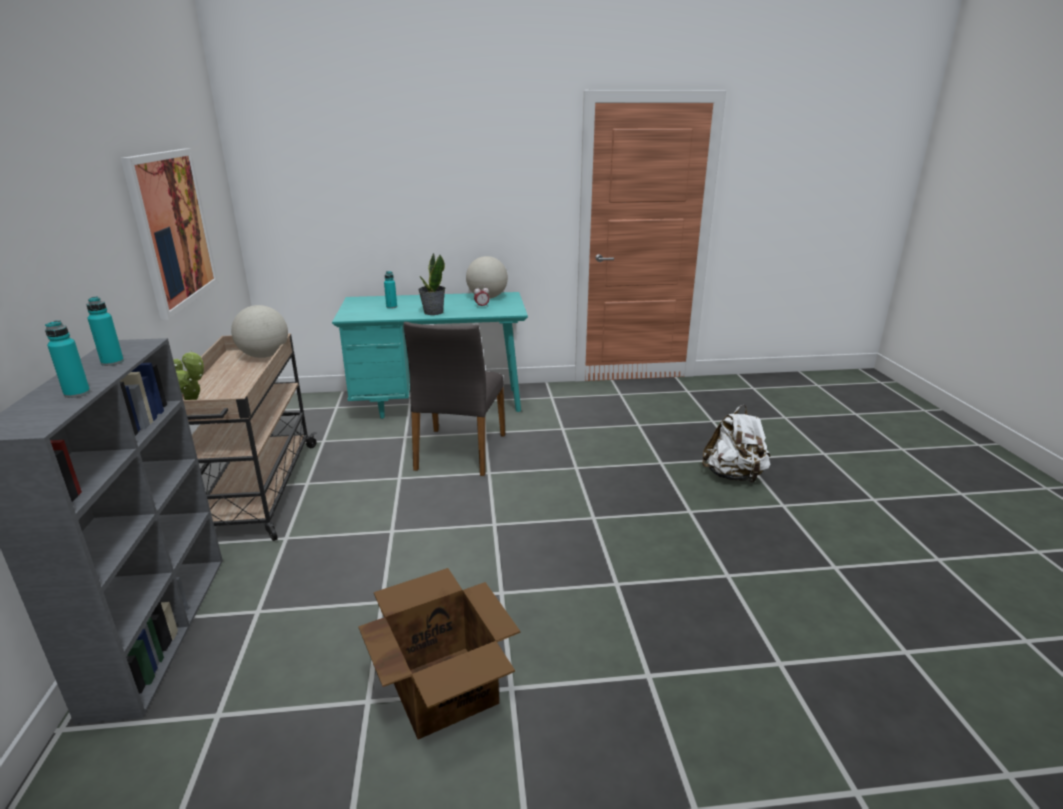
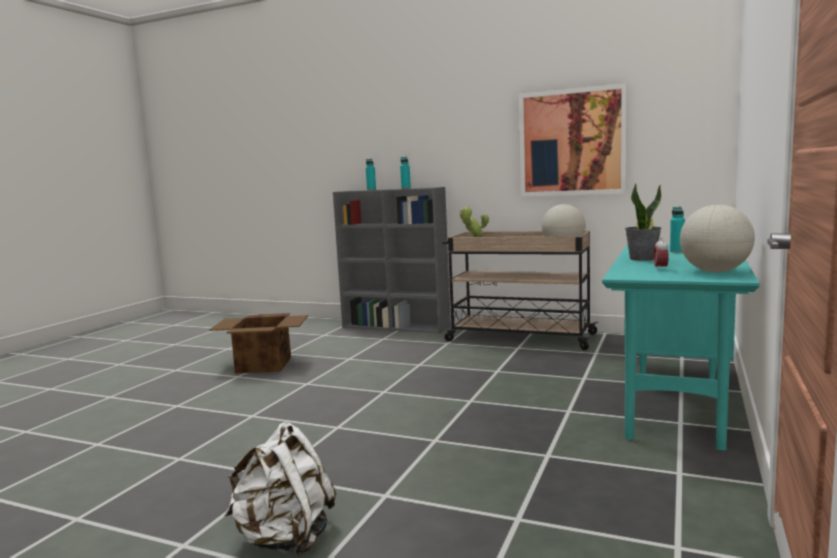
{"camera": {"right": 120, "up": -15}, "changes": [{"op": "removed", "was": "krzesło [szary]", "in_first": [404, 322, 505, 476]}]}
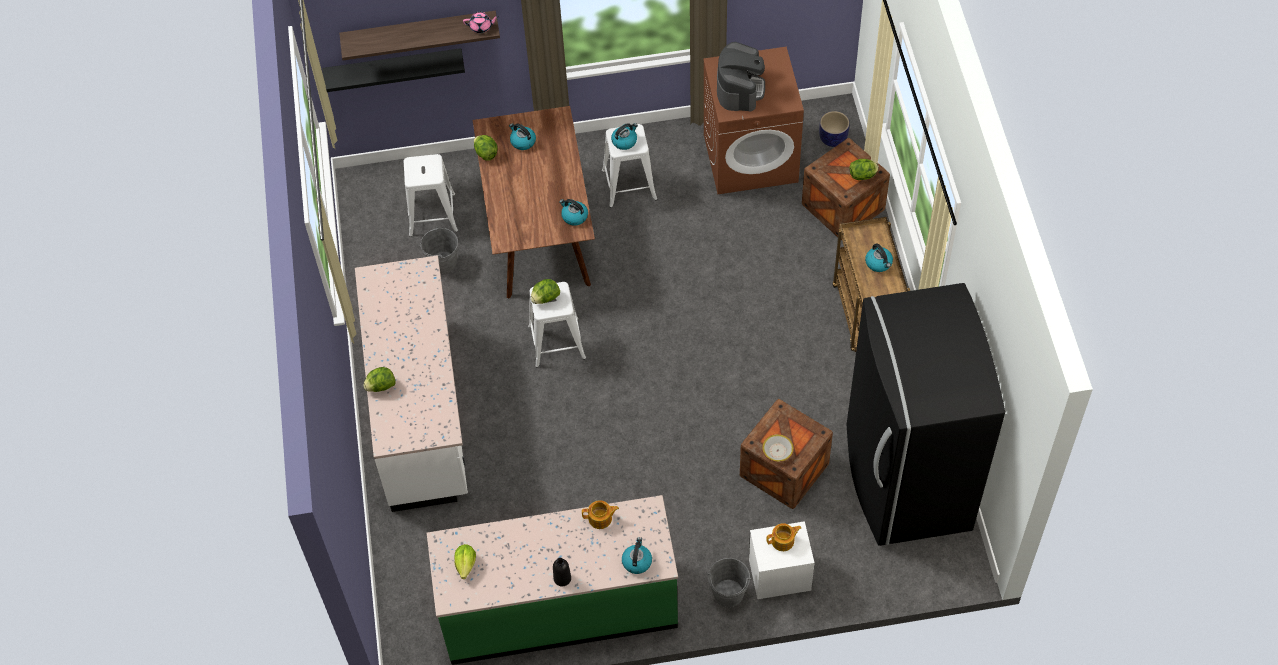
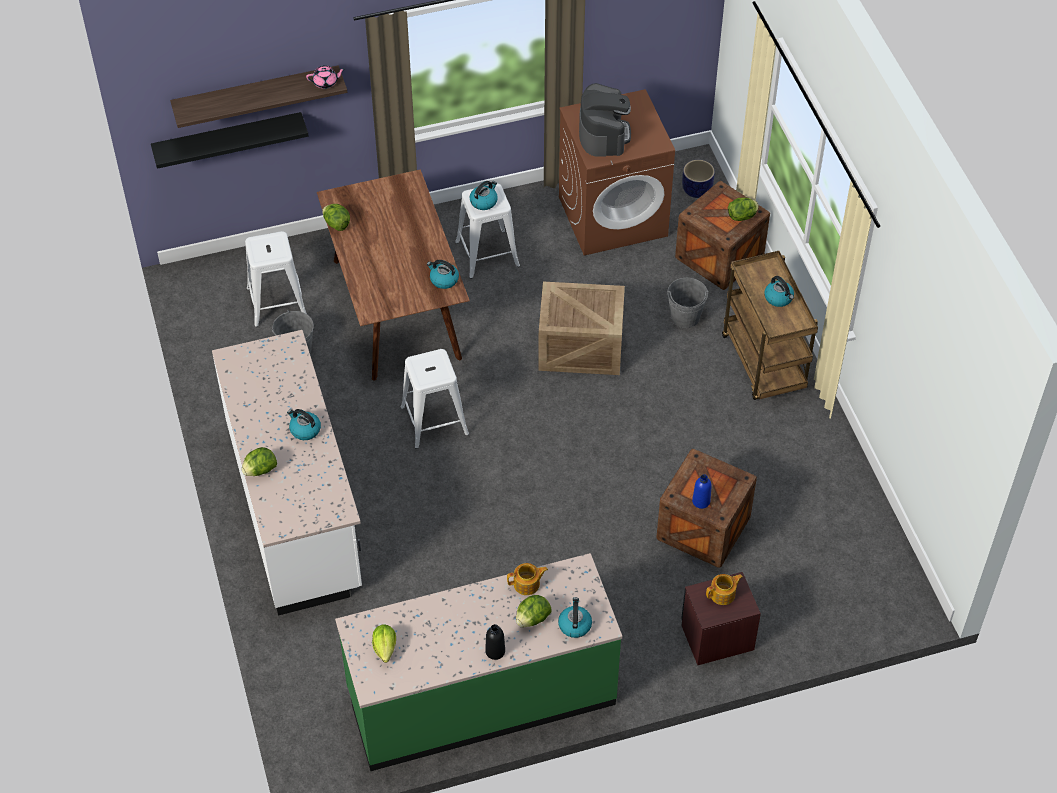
{"camera": {"right": -10, "up": -5}, "changes": [{"op": "moved", "was": "czajnik", "in_first": [509, 123, 536, 150], "in_second": [287, 409, 321, 440]}, {"op": "moved", "was": "sałata", "in_first": [531, 279, 560, 304], "in_second": [516, 595, 551, 628]}, {"op": "added", "now": "skrzynka", "in_second": [538, 281, 625, 375]}, {"op": "moved", "was": "wiadro [szary]", "in_first": [708, 558, 751, 607], "in_second": [667, 278, 709, 328]}, {"op": "recoloured", "was": "szafka nocna [biały]", "now": "szafka nocna [brązowy]", "in_first": [749, 521, 814, 599], "in_second": [681, 572, 761, 665]}, {"op": "replaced", "was": "miska", "now": "butelka [niebieski]", "in_first": [762, 434, 794, 462], "in_second": [692, 474, 712, 509]}, {"op": "removed", "was": "lodówka [czarny]", "in_first": [847, 283, 1005, 546]}]}
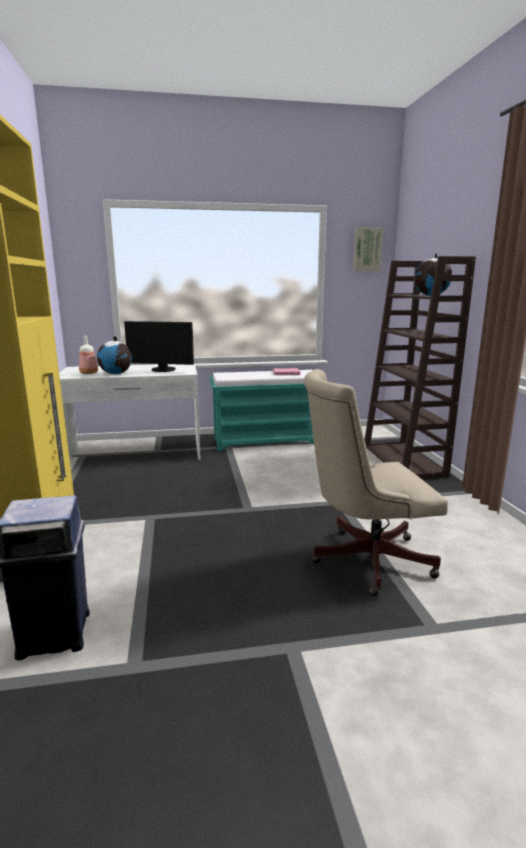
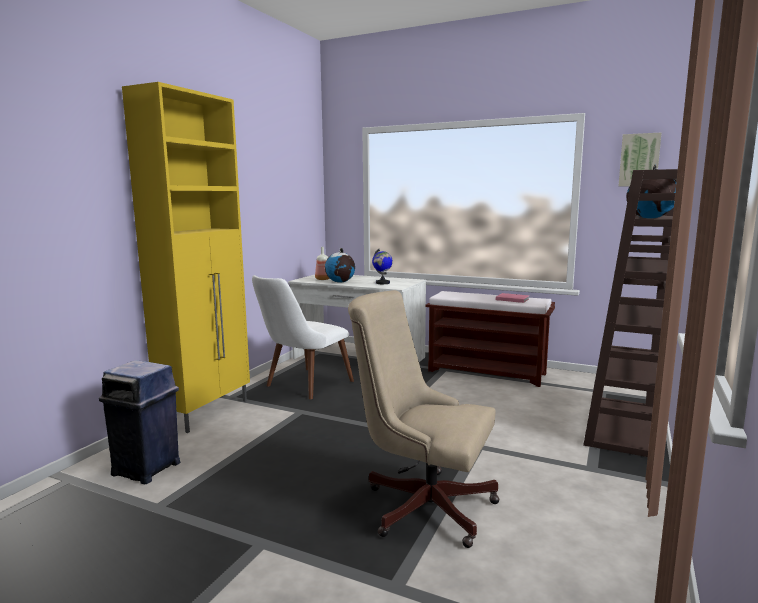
{"camera": {"right": 35, "up": -5}, "changes": [{"op": "added", "now": "krzesło [biały]", "in_second": [252, 275, 354, 399]}, {"op": "replaced", "was": "monitor", "now": "globus", "in_first": [124, 321, 194, 372], "in_second": [372, 248, 393, 284]}, {"op": "recoloured", "was": "ławka [turkusowy]", "now": "ławka [brązowy]", "in_first": [210, 370, 314, 451], "in_second": [425, 291, 555, 387]}]}
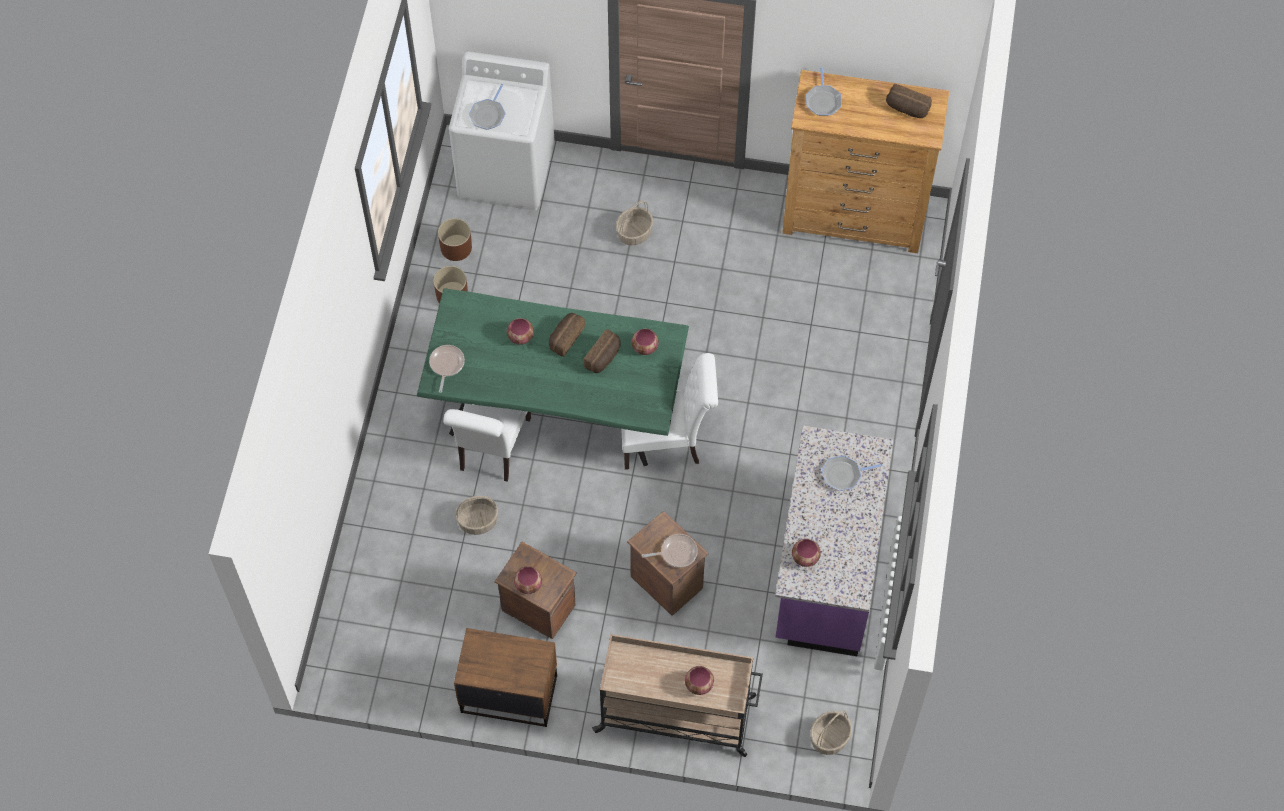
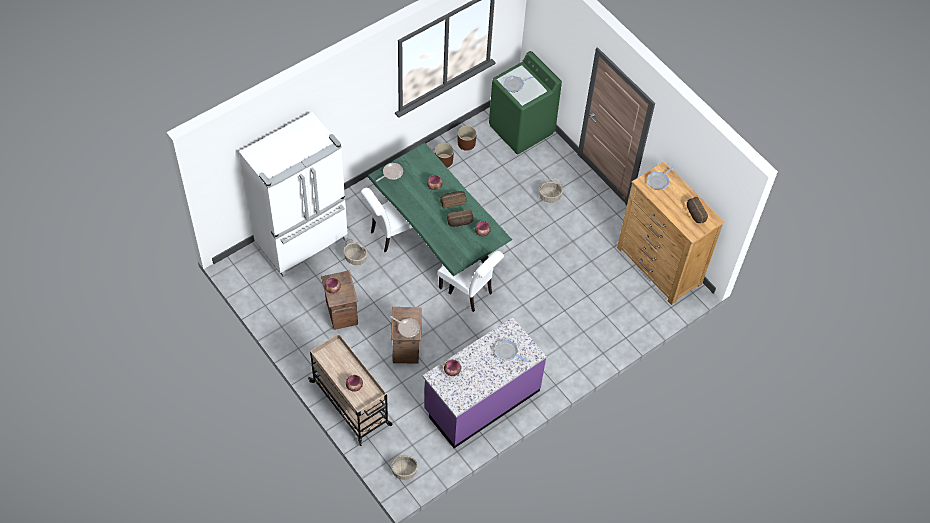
{"camera": {"right": 40, "up": -5}, "changes": [{"op": "added", "now": "lodówka [biały]", "in_second": [239, 112, 348, 277]}, {"op": "recoloured", "was": "pralka [biały]", "now": "pralka [zielony]", "in_first": [449, 51, 554, 211], "in_second": [489, 51, 562, 154]}, {"op": "removed", "was": "szafka nocna [brązowy]", "in_first": [454, 628, 557, 727]}]}
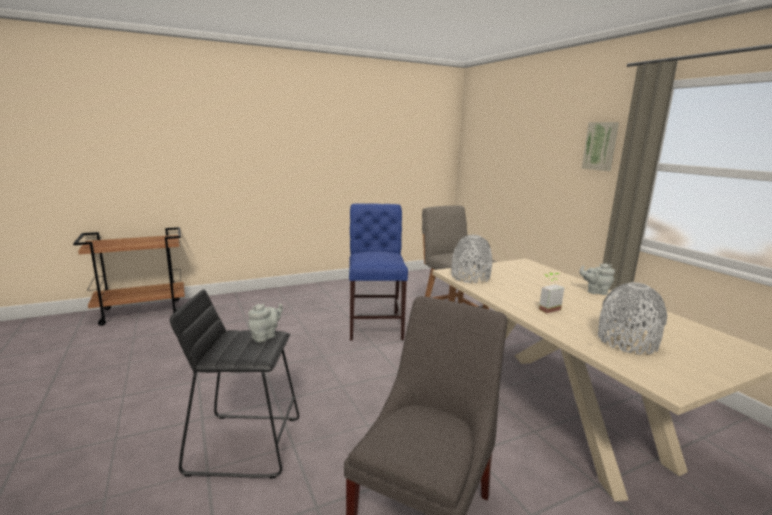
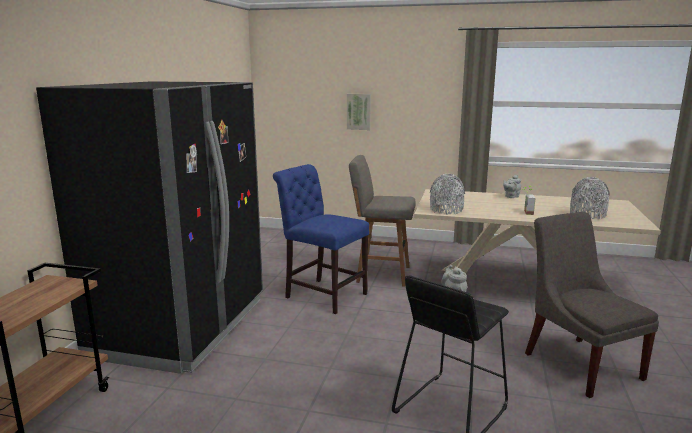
{"camera": {"right": -50, "up": 0}, "changes": [{"op": "added", "now": "lodówka [czarny]", "in_second": [36, 81, 263, 374]}, {"op": "moved", "was": "obraz", "in_first": [582, 122, 619, 171], "in_second": [347, 94, 371, 130]}]}
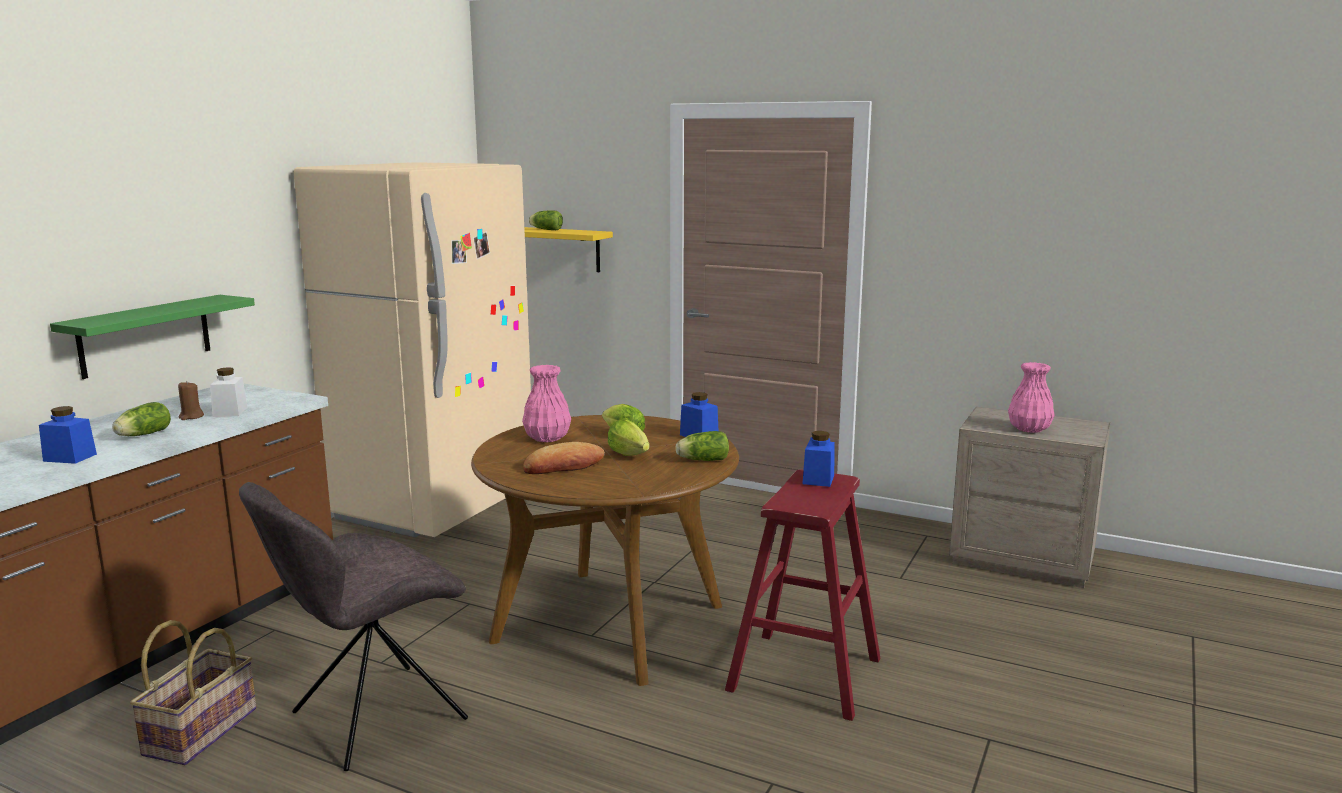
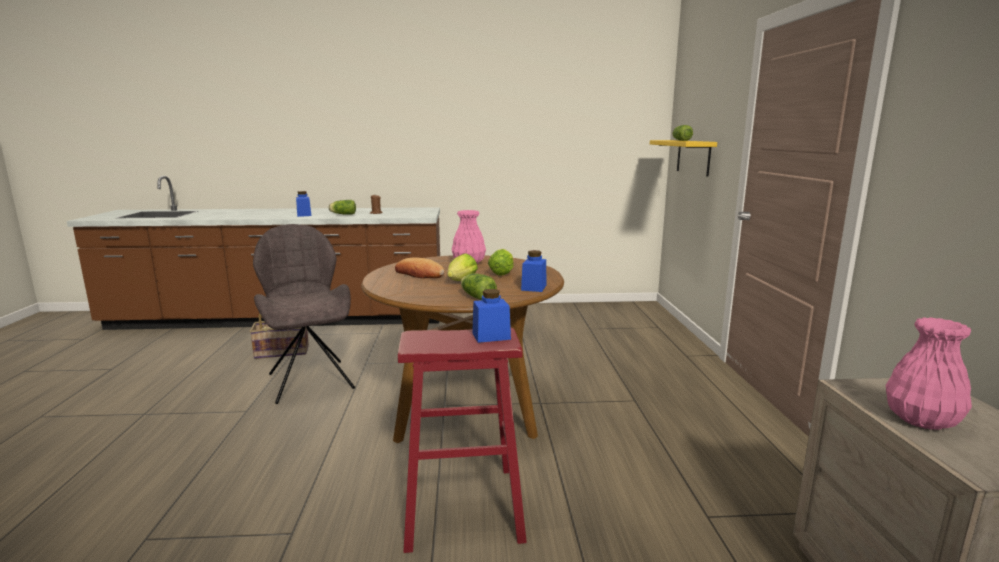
{"camera": {"right": 60, "up": 0}, "changes": [{"op": "turned", "was": "krzesło [szary]", "in_first": [239, 482, 468, 771], "in_second": [253, 224, 355, 404], "clockwise": 45}, {"op": "removed", "was": "półka [zielony]", "in_first": [50, 295, 255, 379]}, {"op": "removed", "was": "słoik [biały]", "in_first": [210, 367, 248, 417]}, {"op": "removed", "was": "lodówka [beżowy]", "in_first": [294, 162, 531, 537]}]}
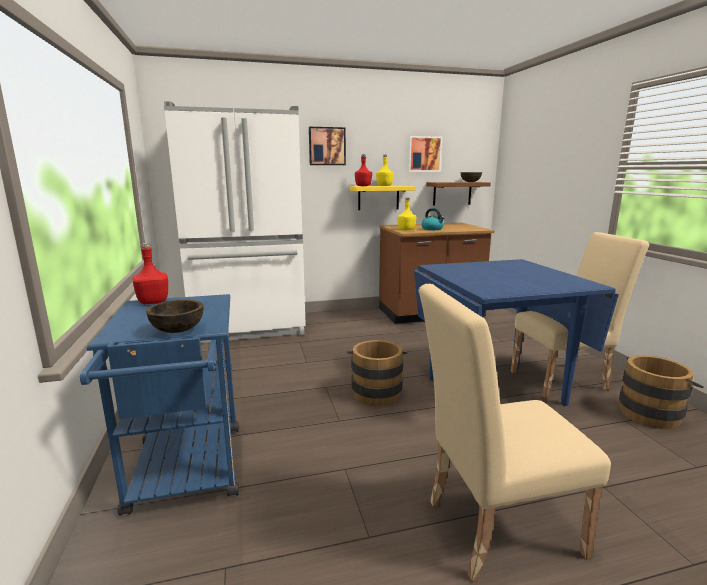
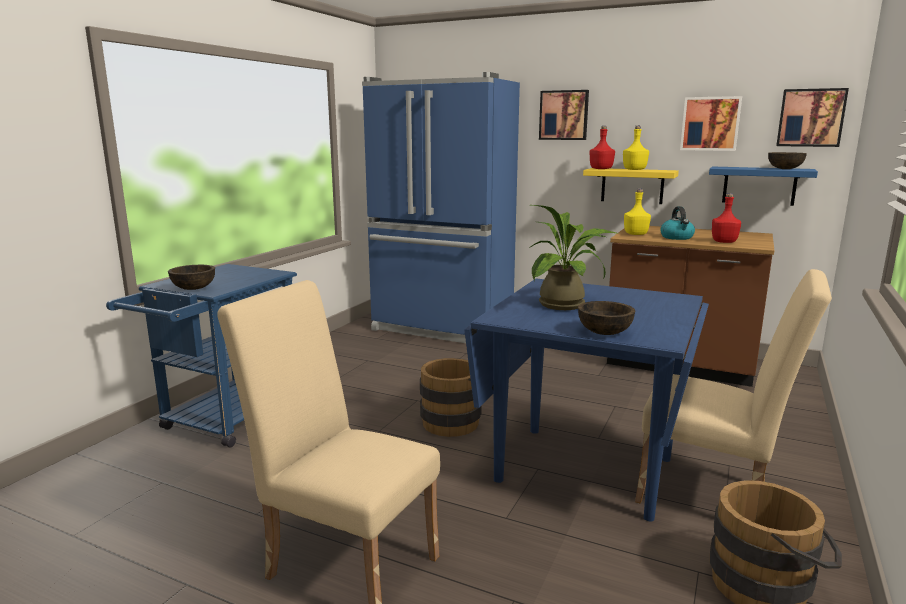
{"camera": {"right": 40, "up": 0}, "changes": [{"op": "recoloured", "was": "lodówka [biały]", "now": "lodówka [niebieski]", "in_first": [164, 101, 306, 343], "in_second": [362, 72, 520, 343]}, {"op": "added", "now": "roślina doniczkowa", "in_second": [529, 205, 618, 310]}, {"op": "added", "now": "miska [brązowy]", "in_second": [578, 301, 635, 335]}, {"op": "recoloured", "was": "półka [brązowy]", "now": "półka [niebieski]", "in_first": [426, 182, 491, 205], "in_second": [709, 166, 818, 206]}, {"op": "moved", "was": "butelka [czerwony]", "in_first": [133, 243, 168, 304], "in_second": [712, 193, 741, 243]}, {"op": "added", "now": "obraz", "in_second": [776, 88, 849, 147]}]}
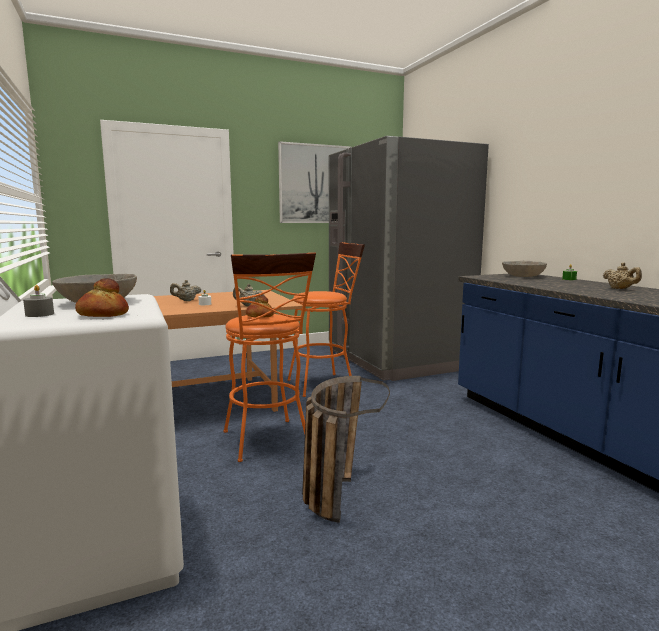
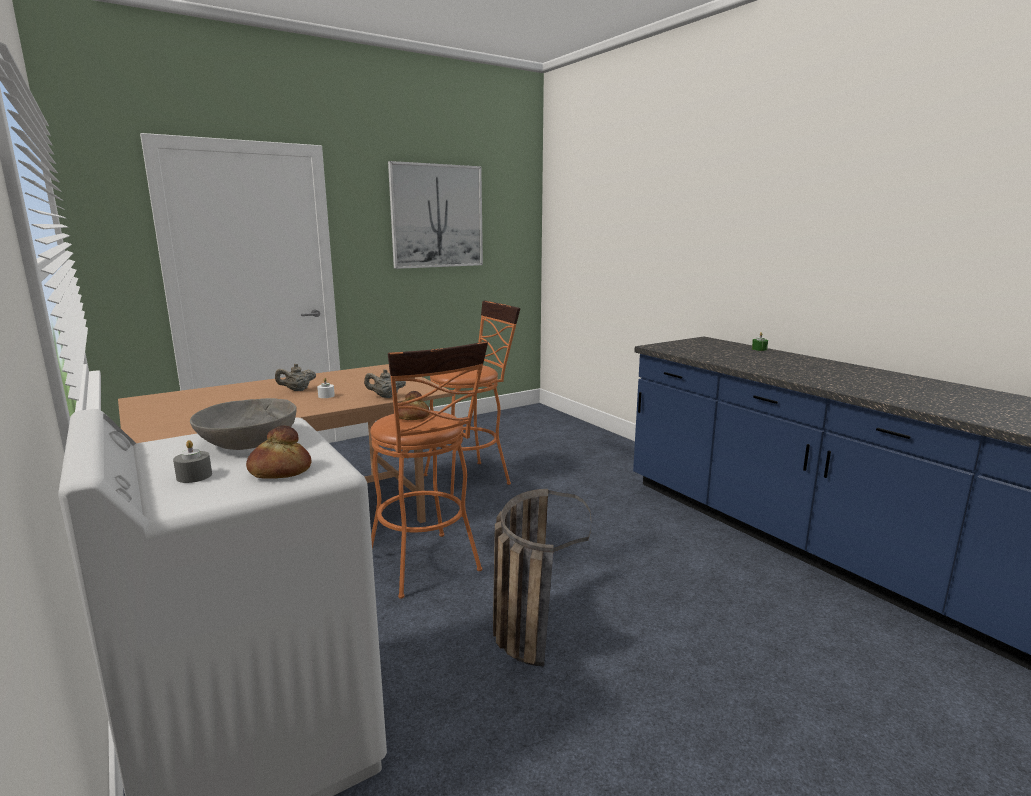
{"camera": {"right": -10, "up": 5}, "changes": [{"op": "removed", "was": "lodówka [szary]", "in_first": [329, 136, 489, 381]}, {"op": "removed", "was": "miska [szary]", "in_first": [502, 261, 547, 277]}, {"op": "removed", "was": "imbryk [beżowy]", "in_first": [603, 262, 642, 289]}]}
